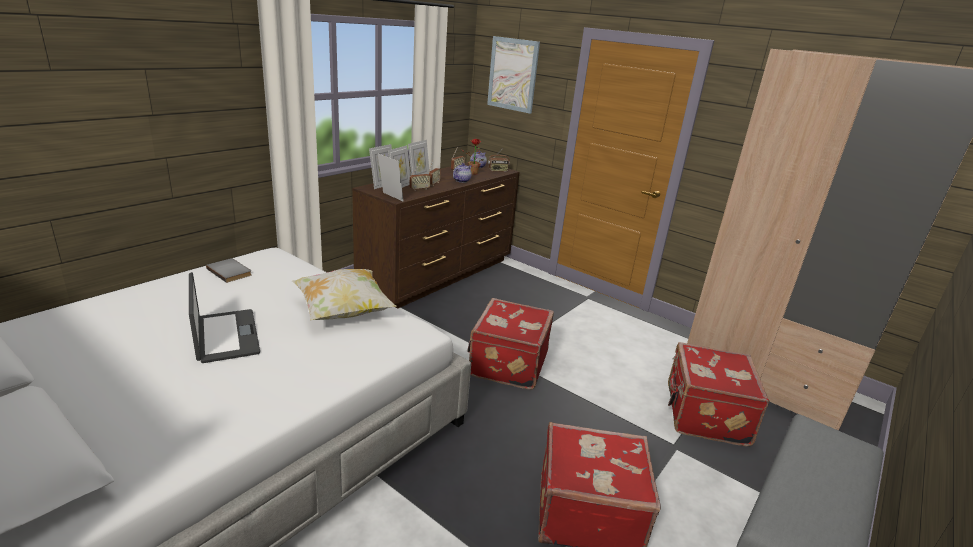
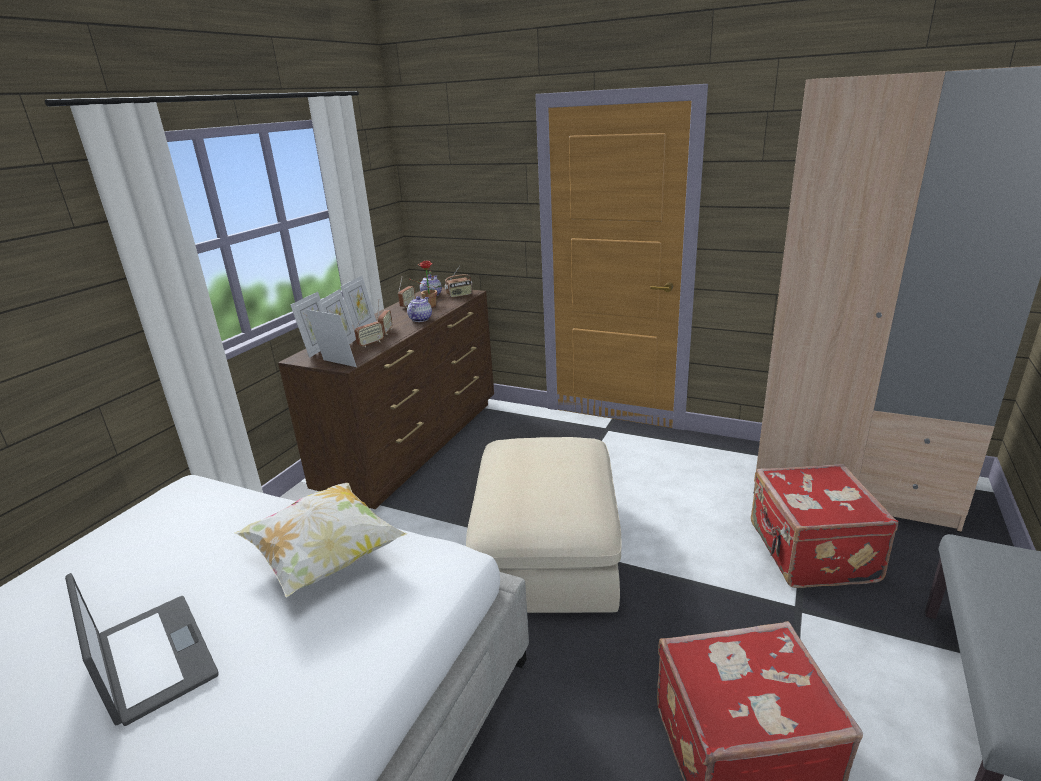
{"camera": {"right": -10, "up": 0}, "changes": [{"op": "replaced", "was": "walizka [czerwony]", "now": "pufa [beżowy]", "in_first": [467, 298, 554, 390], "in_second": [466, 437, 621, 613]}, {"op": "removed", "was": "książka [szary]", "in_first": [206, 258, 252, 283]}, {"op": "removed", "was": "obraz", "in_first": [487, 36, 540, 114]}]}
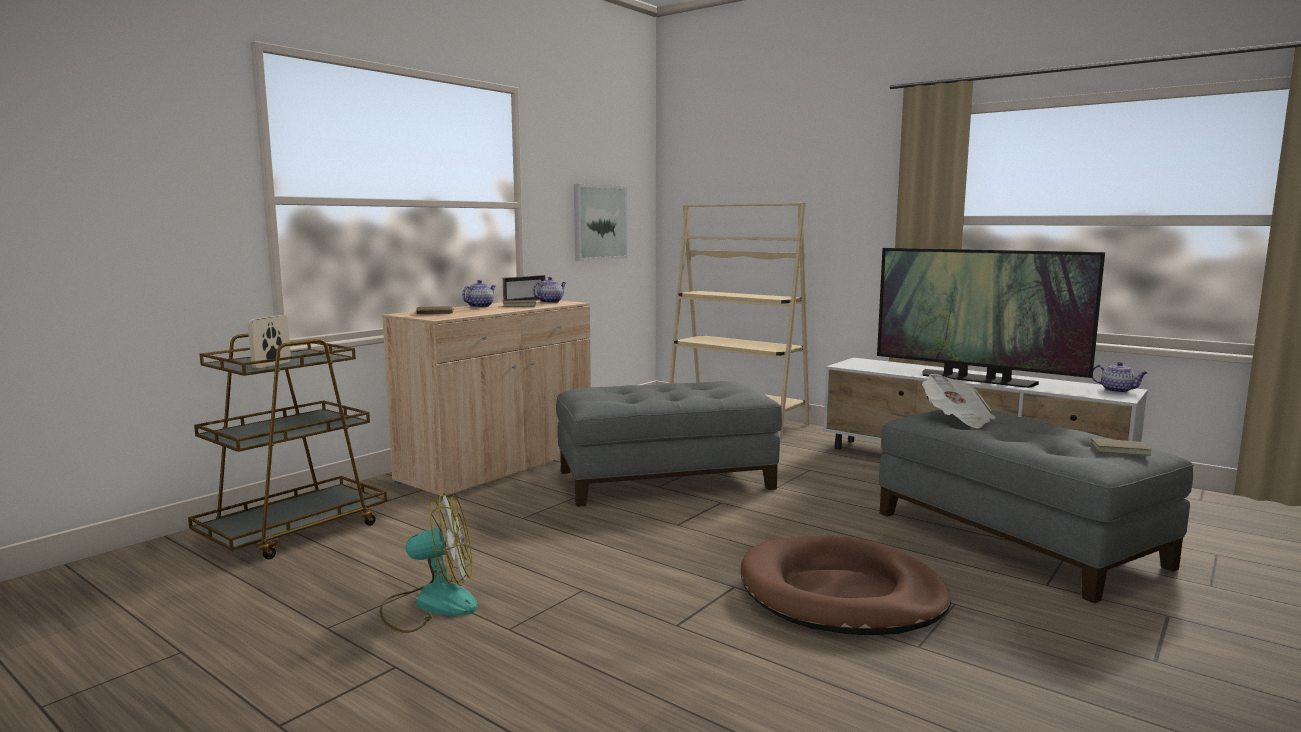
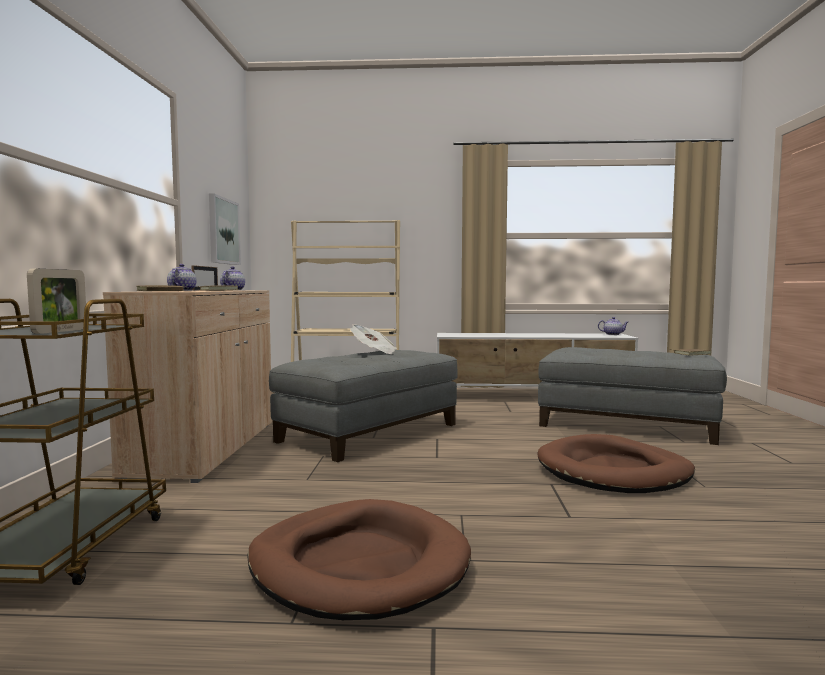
{"camera": {"right": -35, "up": -5}, "changes": [{"op": "turned", "was": "ramka na zdjęcie", "in_first": [248, 315, 291, 369], "in_second": [27, 269, 86, 334], "clockwise": -150}, {"op": "replaced", "was": "wentylator", "now": "legowisko [brązowy]", "in_first": [380, 493, 478, 633], "in_second": [247, 499, 471, 620]}, {"op": "moved", "was": "gazeta", "in_first": [922, 374, 996, 428], "in_second": [350, 324, 397, 354]}, {"op": "removed", "was": "telewizor", "in_first": [877, 248, 1105, 388]}]}
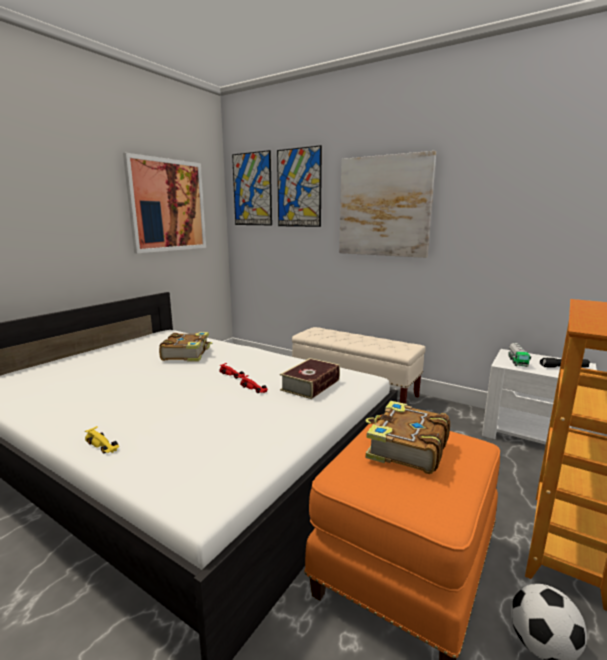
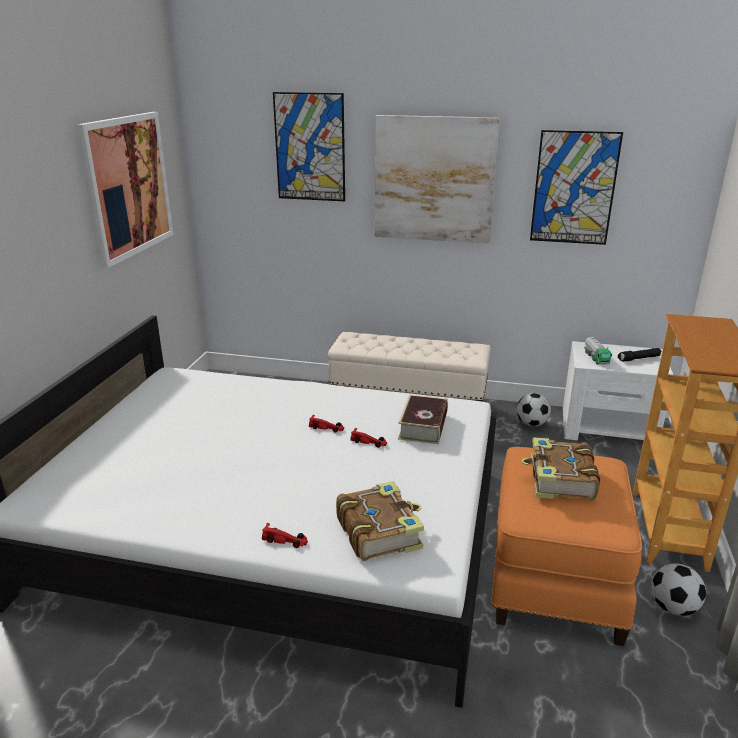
{"camera": {"right": -20, "up": 10}, "changes": [{"op": "recoloured", "was": "samochodzik [żółty]", "now": "samochodzik [czerwony]", "in_first": [85, 426, 119, 453], "in_second": [262, 523, 308, 548]}, {"op": "moved", "was": "książka", "in_first": [159, 332, 212, 361], "in_second": [336, 481, 424, 561]}, {"op": "added", "now": "piłka futbolowa", "in_second": [517, 393, 551, 426]}, {"op": "moved", "was": "obraz", "in_first": [232, 150, 272, 225], "in_second": [530, 130, 623, 245]}]}
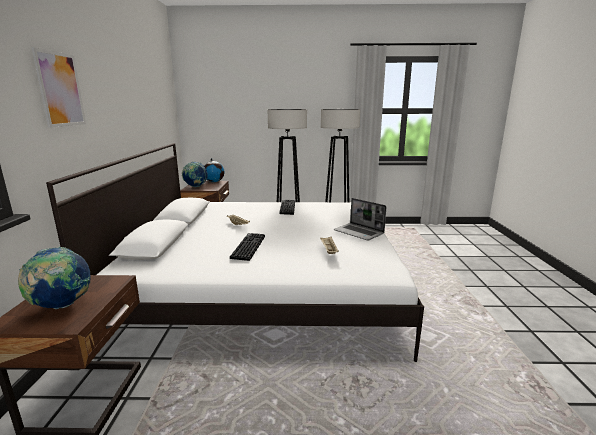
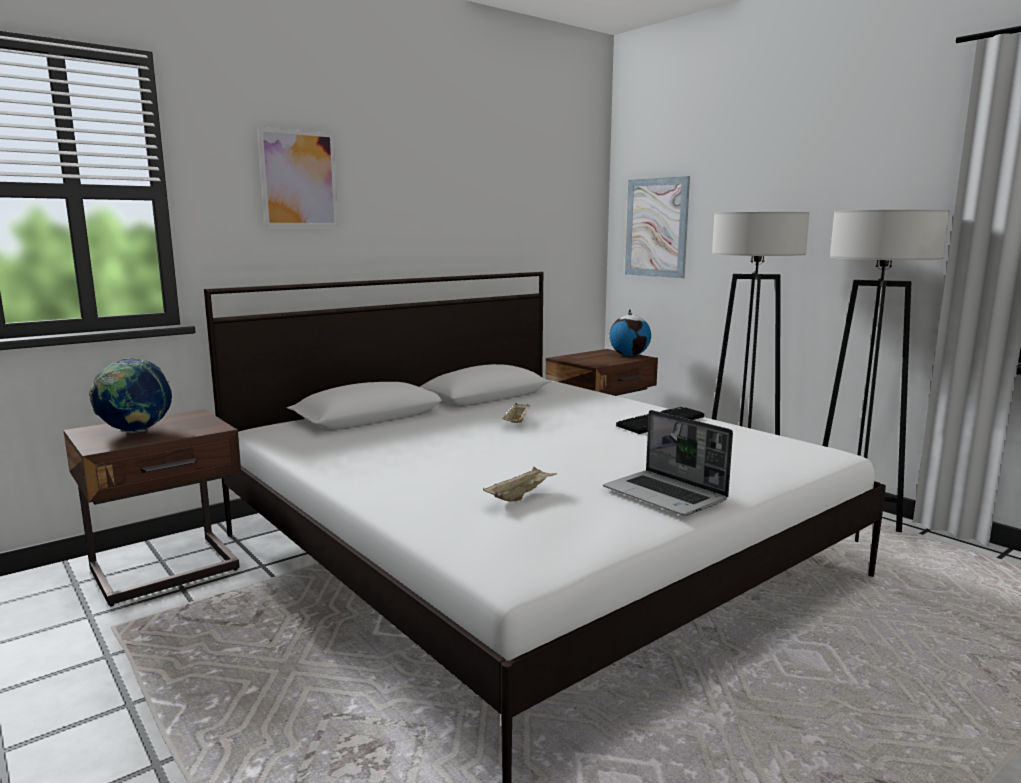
{"camera": {"right": 50, "up": -5}, "changes": [{"op": "turned", "was": "laptop", "in_first": [334, 198, 386, 240], "in_second": [603, 410, 733, 516], "clockwise": -45}, {"op": "added", "now": "obraz", "in_second": [625, 176, 690, 278]}, {"op": "removed", "was": "globus", "in_first": [182, 162, 208, 187]}, {"op": "removed", "was": "klawiatura", "in_first": [230, 233, 265, 261]}]}
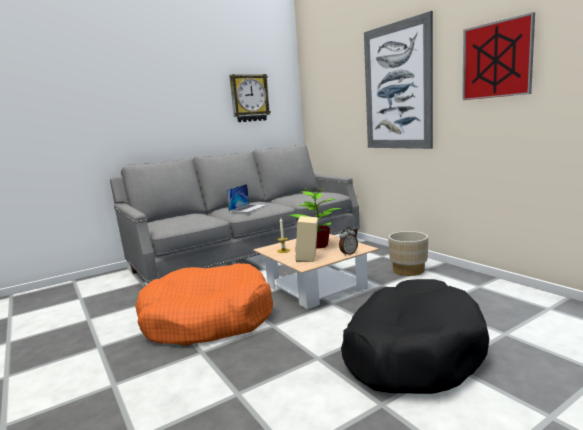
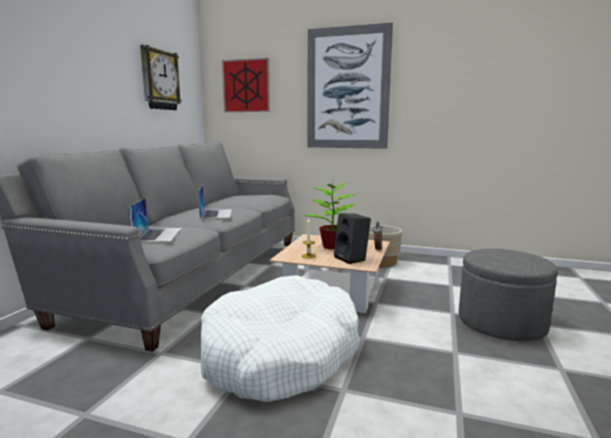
{"camera": {"right": -40, "up": 0}, "changes": [{"op": "added", "now": "laptop", "in_second": [128, 198, 182, 243]}, {"op": "recoloured", "was": "legowisko [pomarańczowy]", "now": "legowisko [biały]", "in_first": [135, 263, 273, 346], "in_second": [201, 275, 360, 402]}, {"op": "moved", "was": "obraz", "in_first": [462, 12, 535, 100], "in_second": [222, 58, 270, 112]}, {"op": "recoloured", "was": "głośnik [beżowy]", "now": "głośnik [czarny]", "in_first": [295, 216, 318, 262], "in_second": [334, 213, 371, 264]}, {"op": "replaced", "was": "legowisko [czarny]", "now": "pufa [szary]", "in_first": [341, 279, 489, 394], "in_second": [459, 249, 558, 341]}]}
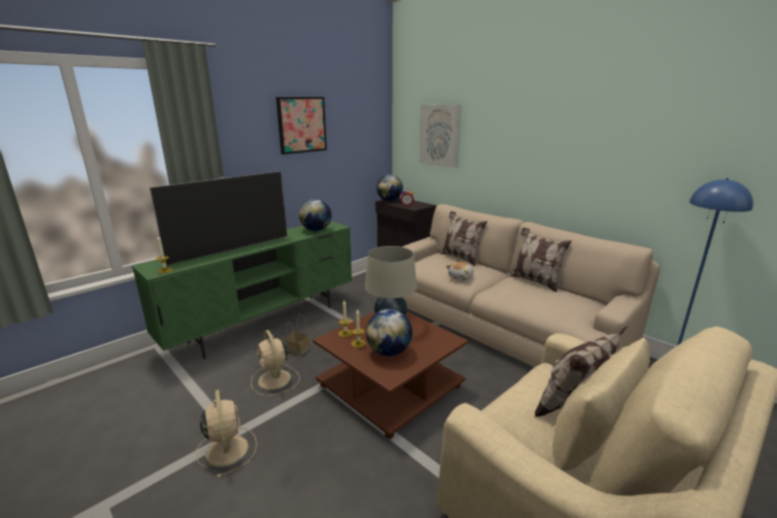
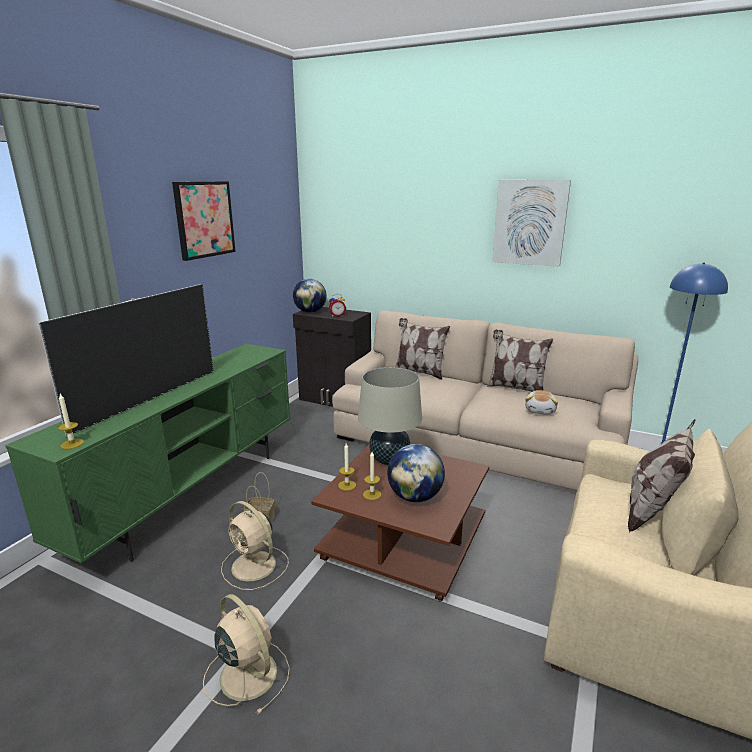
{"camera": {"right": -20, "up": 0}, "changes": [{"op": "moved", "was": "obraz", "in_first": [419, 105, 461, 168], "in_second": [492, 180, 571, 267]}, {"op": "moved", "was": "pluszak", "in_first": [446, 262, 474, 281], "in_second": [525, 390, 558, 415]}, {"op": "removed", "was": "globus", "in_first": [299, 199, 332, 231]}]}
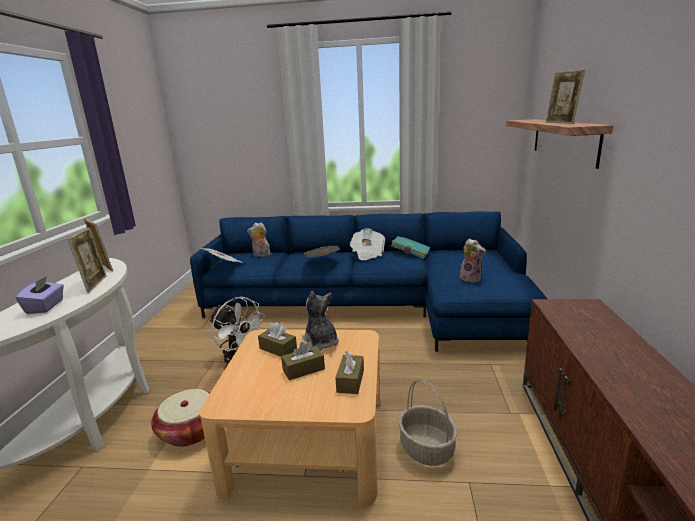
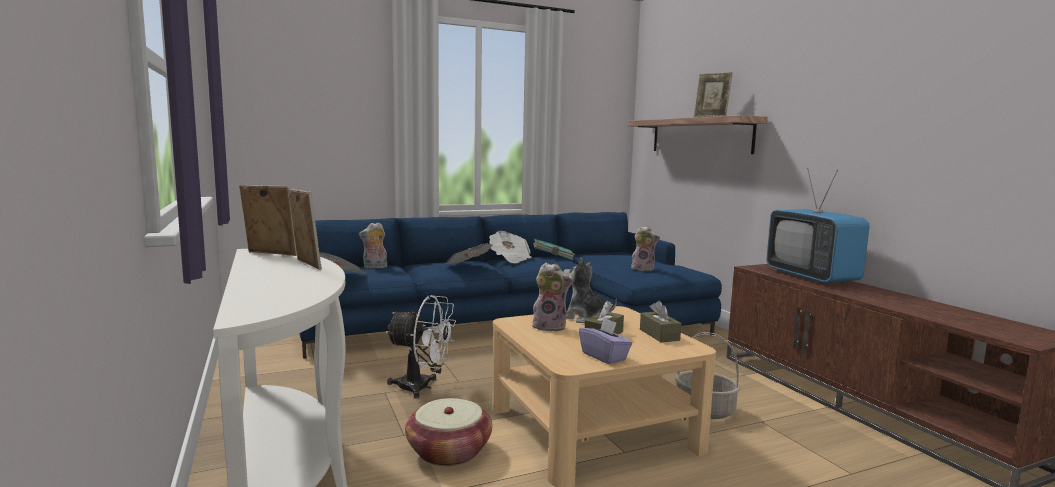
{"camera": {"right": -30, "up": -10}, "changes": [{"op": "replaced", "was": "pudełko chusteczek [brązowy]", "now": "pluszak", "in_first": [258, 322, 297, 357], "in_second": [532, 263, 573, 331]}, {"op": "moved", "was": "pudełko chusteczek [fioletowy]", "in_first": [16, 276, 64, 314], "in_second": [579, 318, 632, 364]}, {"op": "added", "now": "telewizor", "in_second": [766, 168, 870, 284]}]}
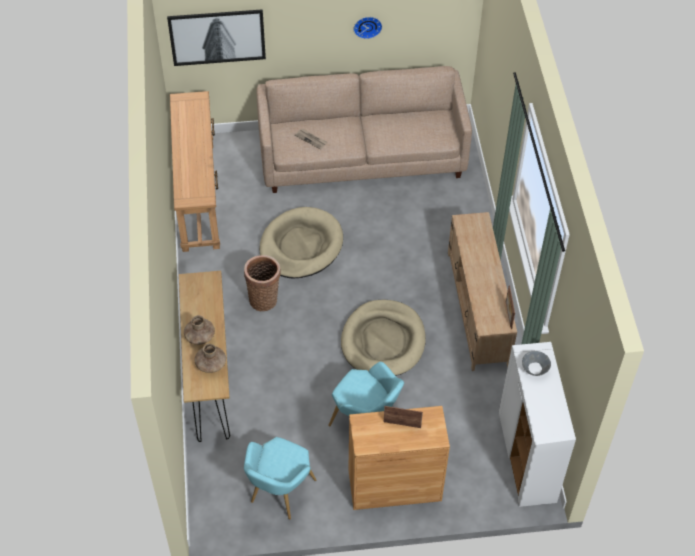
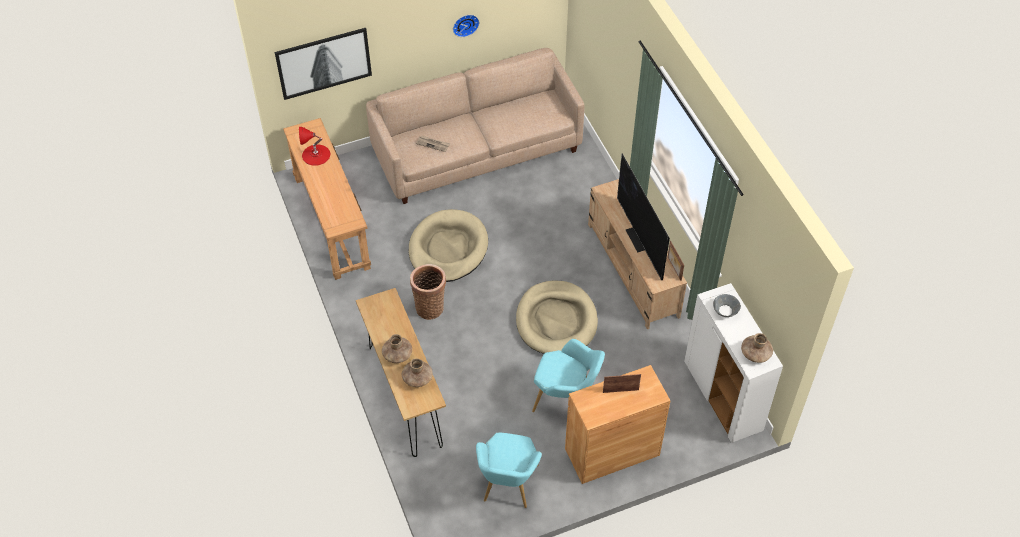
{"camera": {"right": -15, "up": 0}, "changes": [{"op": "added", "now": "lampa stołowa [czerwony]", "in_second": [299, 127, 330, 166]}, {"op": "added", "now": "telewizor", "in_second": [617, 153, 670, 280]}, {"op": "added", "now": "wazon [brązowy]", "in_second": [741, 333, 773, 363]}]}
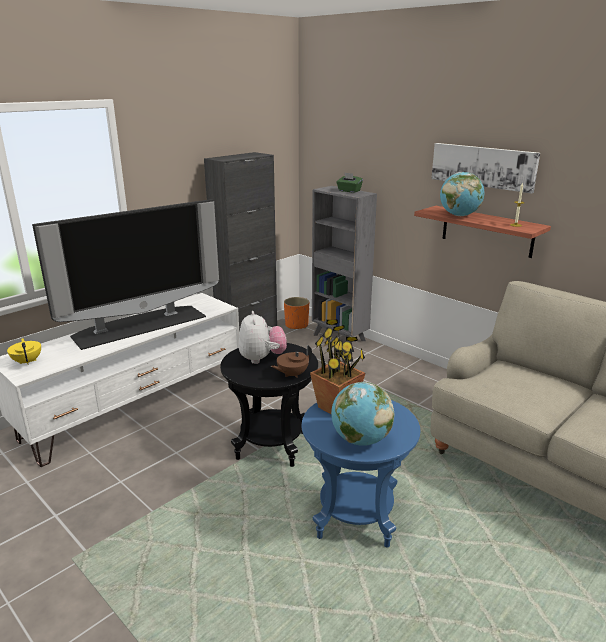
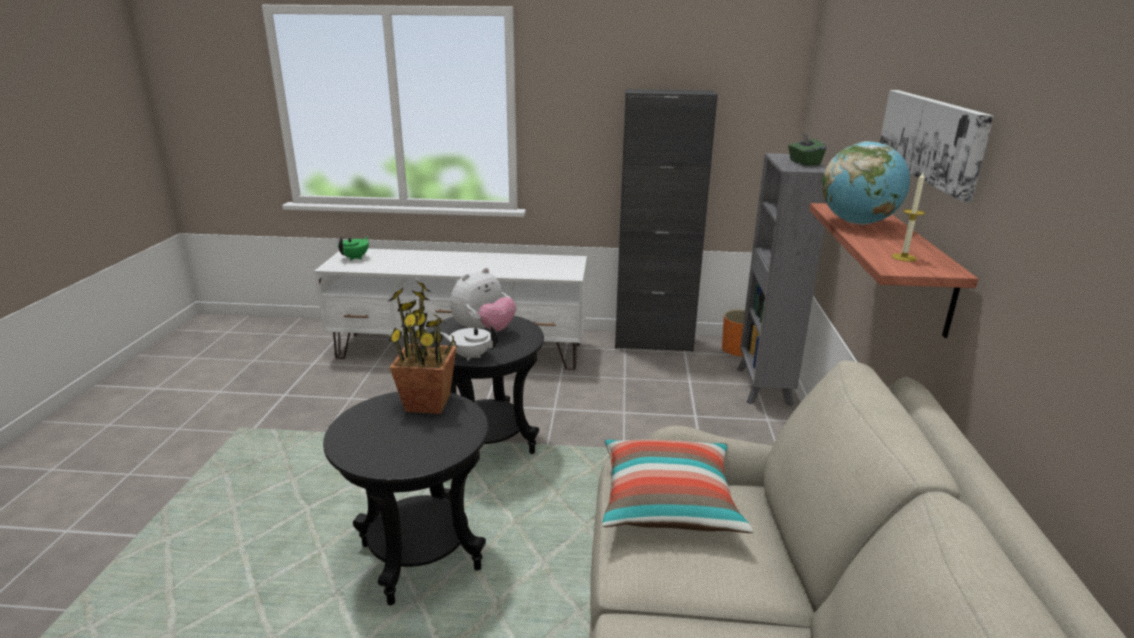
{"camera": {"right": 50, "up": 0}, "changes": [{"op": "recoloured", "was": "stolik [niebieski]", "now": "stolik [czarny]", "in_first": [302, 400, 421, 548], "in_second": [323, 391, 489, 605]}, {"op": "recoloured", "was": "imbryk [żółty]", "now": "imbryk [zielony]", "in_first": [7, 338, 41, 364], "in_second": [338, 237, 369, 260]}, {"op": "recoloured", "was": "imbryk [brązowy]", "now": "imbryk [biały]", "in_first": [271, 345, 312, 378], "in_second": [440, 326, 498, 361]}, {"op": "added", "now": "poduszka", "in_second": [602, 439, 753, 533]}, {"op": "removed", "was": "telewizor", "in_first": [32, 199, 219, 350]}, {"op": "removed", "was": "globus", "in_first": [331, 382, 394, 446]}]}
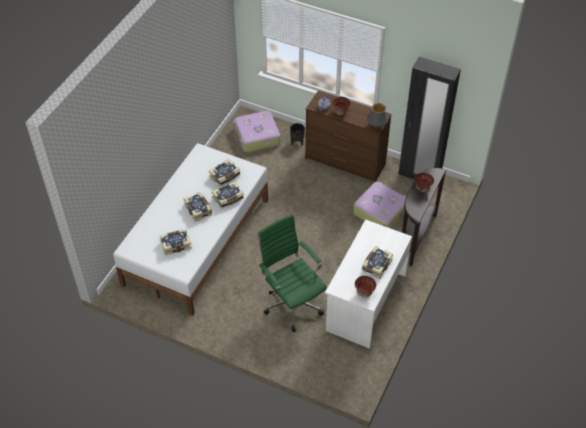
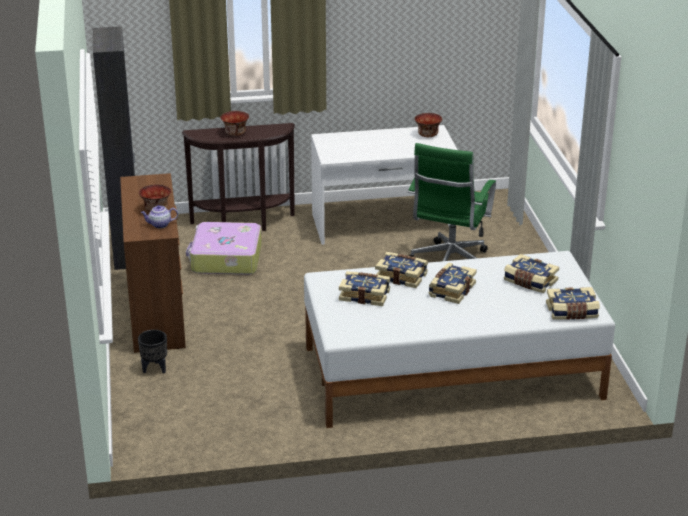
{"camera": {"right": -125, "up": -20}, "changes": [{"op": "moved", "was": "książka", "in_first": [362, 246, 393, 279], "in_second": [546, 287, 600, 320]}, {"op": "removed", "was": "walizka", "in_first": [233, 111, 280, 152]}, {"op": "removed", "was": "wazon", "in_first": [367, 103, 388, 129]}]}
